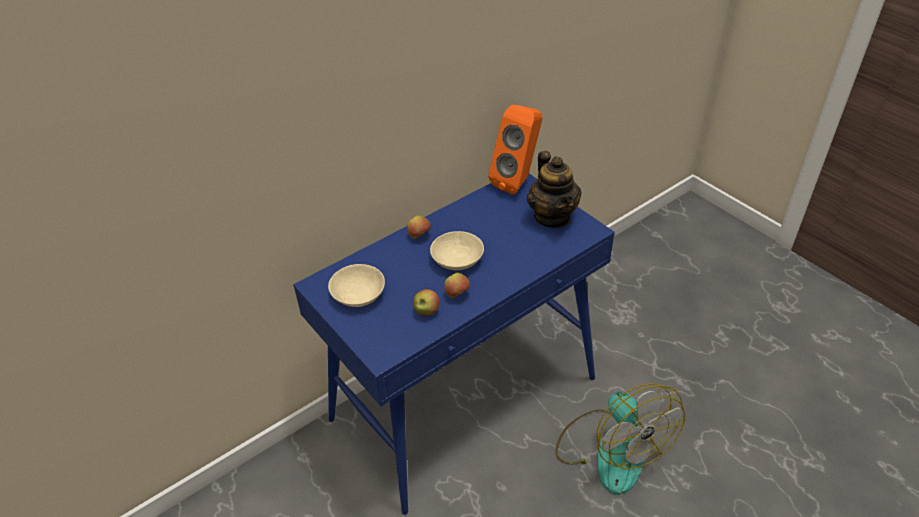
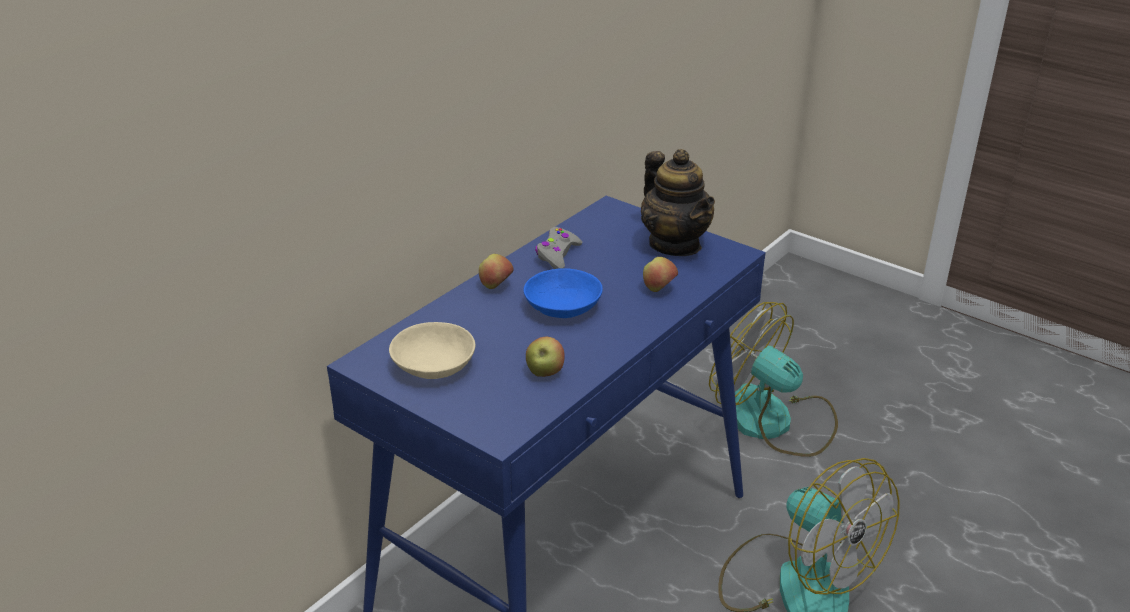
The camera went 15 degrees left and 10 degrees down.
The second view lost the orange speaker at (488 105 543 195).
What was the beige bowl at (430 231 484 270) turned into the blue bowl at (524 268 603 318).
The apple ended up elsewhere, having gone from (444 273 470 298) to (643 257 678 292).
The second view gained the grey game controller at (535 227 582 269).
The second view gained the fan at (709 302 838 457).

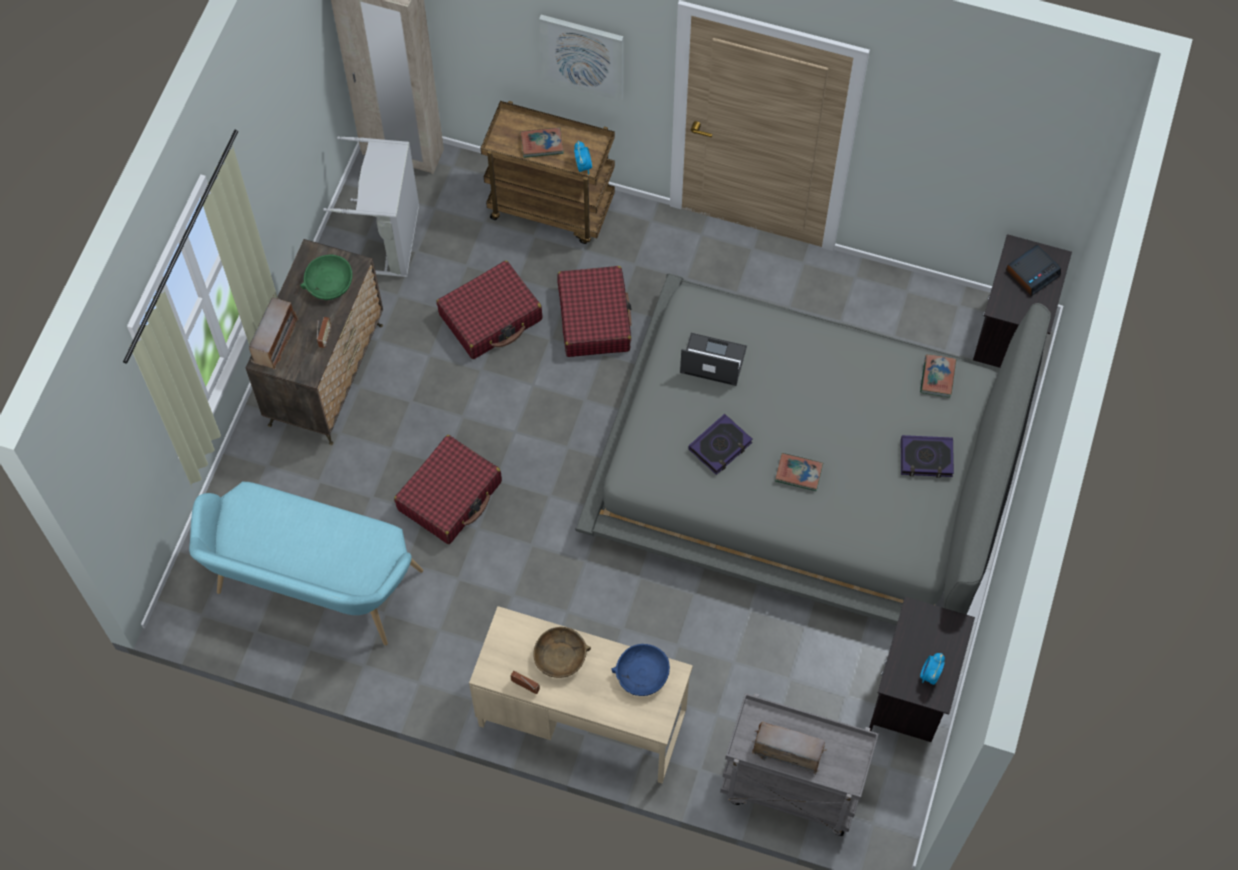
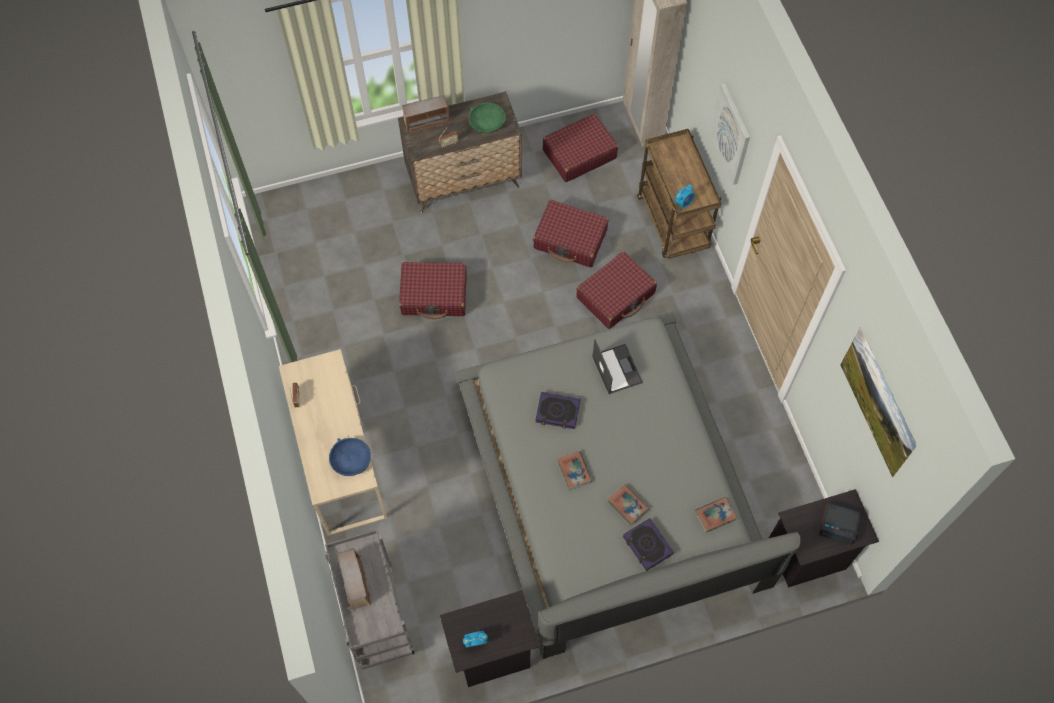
The camera went 55 degrees right and 0 degrees up.
The book ended up elsewhere, having gone from (520 127 564 158) to (608 484 649 526).
Where the grey laundry basket stood at (323 136 419 277), the red suitcase came to stand at (543 114 618 182).
The second view lost the turquoise bench at (189 481 423 645).
The second view lost the brown bowl at (533 627 591 678).
The second view gained the picture at (840 327 917 478).

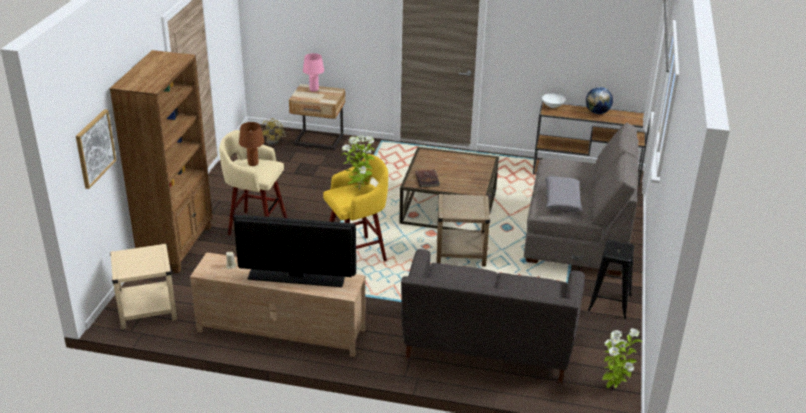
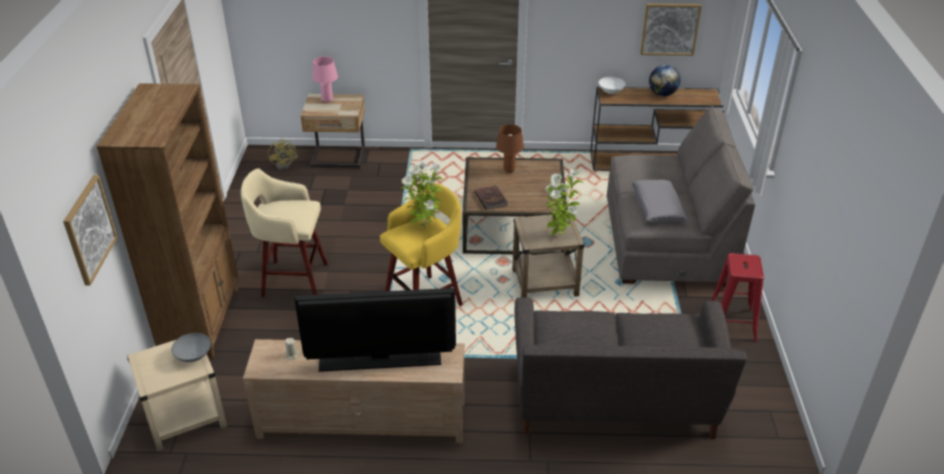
The camera went 10 degrees left and 5 degrees up.
The brown table lamp ended up elsewhere, having gone from (239 122 264 166) to (496 124 524 173).
What was the black stool at (588 240 634 319) turned into the red stool at (711 253 764 342).
The potted plant ended up elsewhere, having gone from (602 328 643 389) to (545 169 583 236).
The second view gained the picture at (640 4 702 56).
The second view gained the grey bowl at (171 333 211 362).

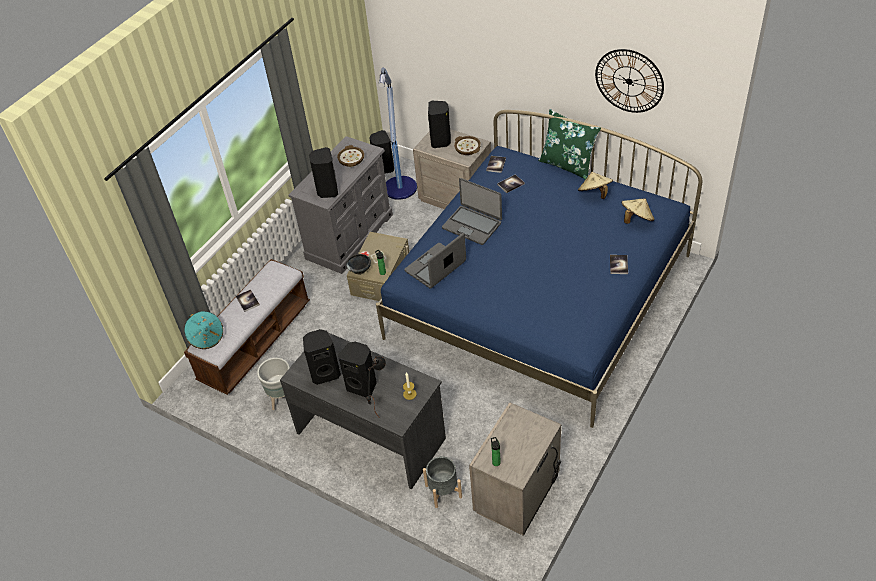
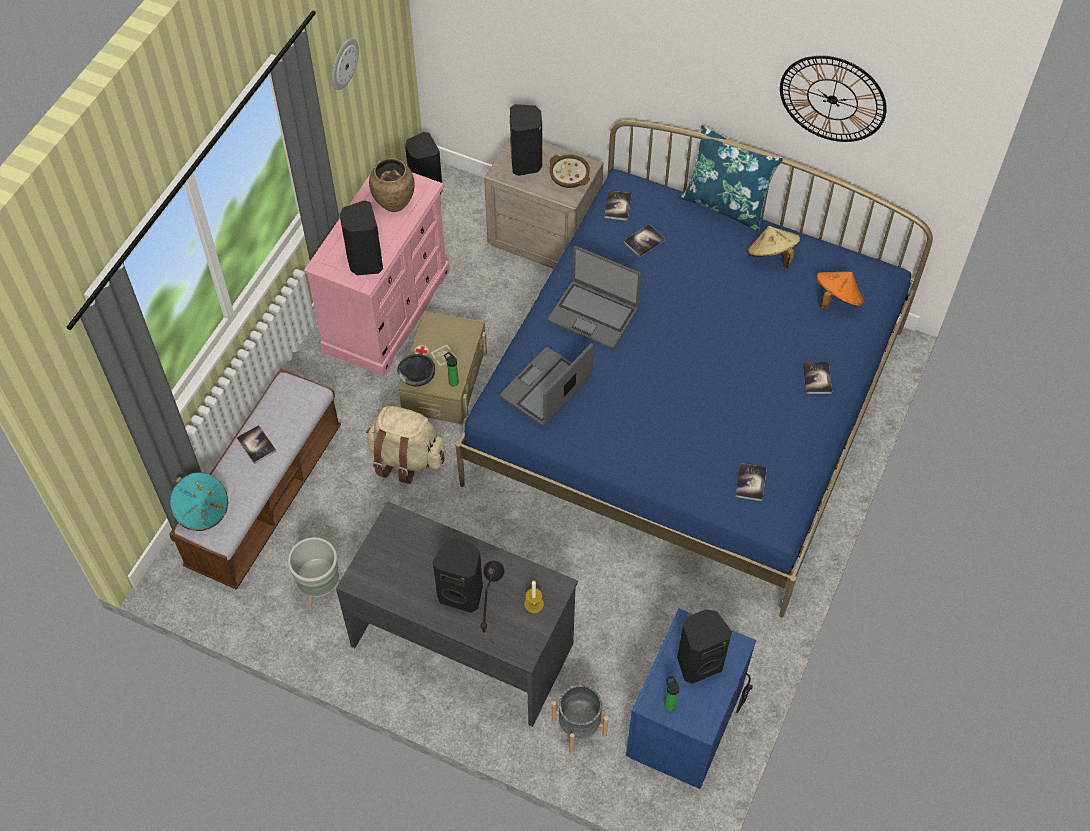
The camera went 10 degrees left and 10 degrees up.
The second view lost the floor lamp at (379 68 417 200).
What was the green pillow at (538 109 601 180) turned into the blue pillow at (681 124 783 233).
What was the grey dresser at (288 136 393 274) turned into the pink dresser at (304 161 450 376).
Where the bowl stood at (337 145 364 167), the brown vase came to stand at (369 158 415 212).
What was the beige hat at (621 199 655 224) turned into the orange hat at (816 272 864 309).
The black speaker ended up elsewhere, having gone from (303 329 341 385) to (677 609 732 684).
What was the beige nightstand at (469 402 561 536) turned into the blue nightstand at (626 608 756 789).
The second view gained the wall clock at (332 38 359 90).
The second view gained the beige backpack at (366 406 446 484).
The second view gained the book at (736 463 767 501).

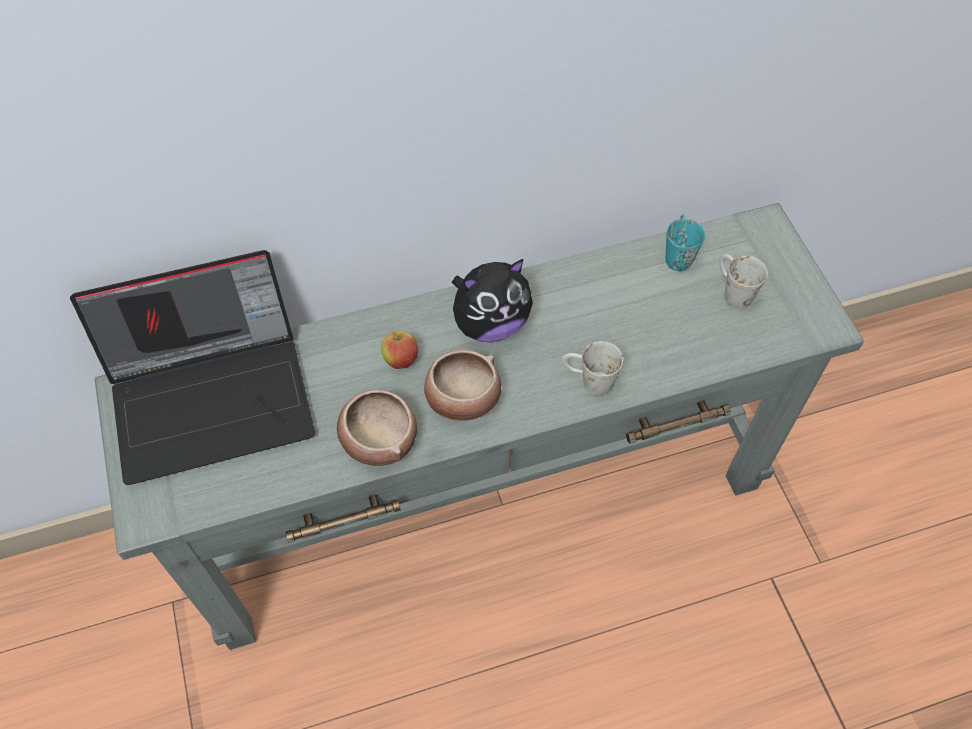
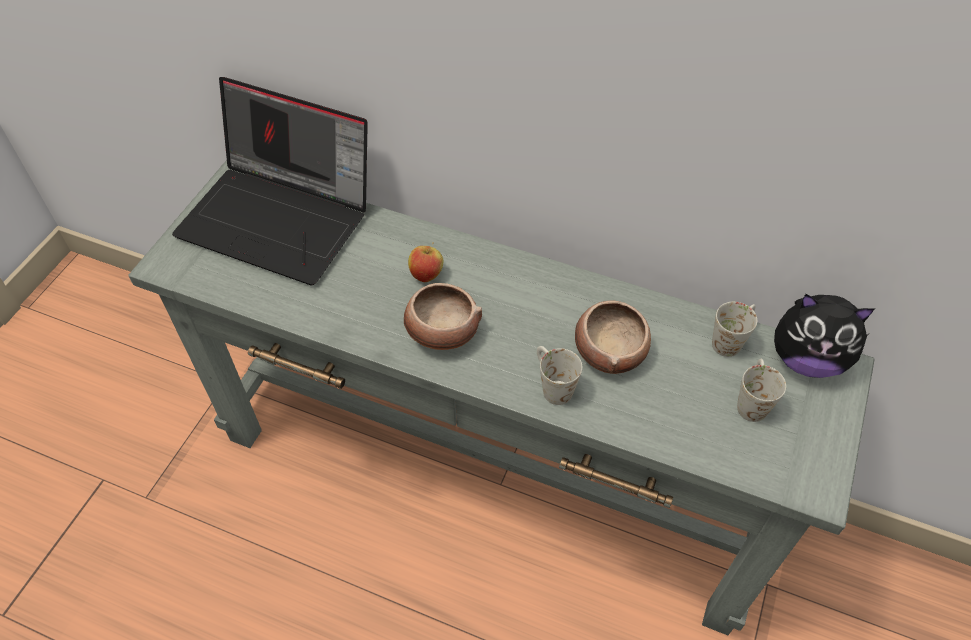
The camera went 40 degrees right and 5 degrees down.
What was the turquoise mug at (666 215 705 271) turned into the white mug at (712 302 757 357).
The plush toy ended up elsewhere, having gone from (452 259 533 342) to (774 294 874 378).
The bowl ended up elsewhere, having gone from (337 389 417 466) to (575 300 651 374).

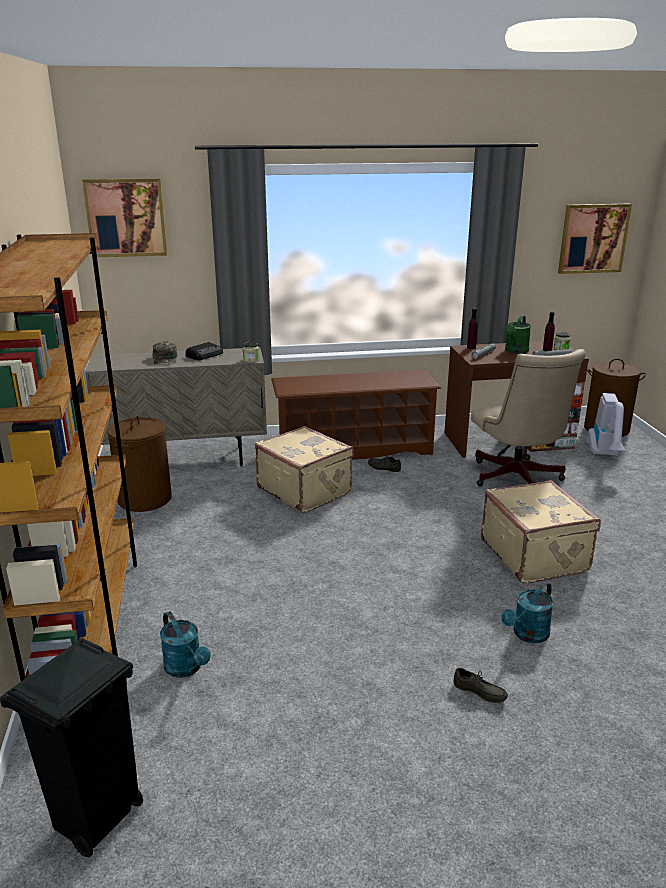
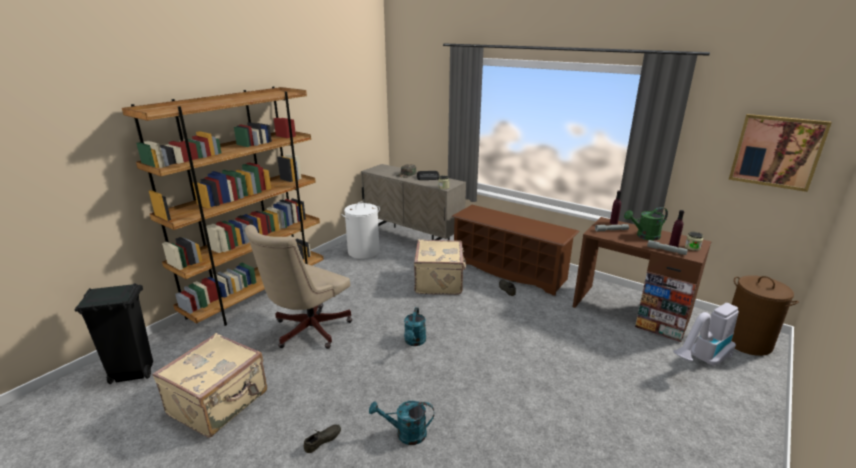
The camera went 45 degrees right and 0 degrees up.
The second view lost the picture at (82 178 167 257).
The beige office chair ended up elsewhere, having gone from (471 349 586 486) to (245 225 352 349).
What was the brown laundry basket at (107 416 172 512) turned into the white laundry basket at (342 202 380 259).
The beige suitcase ended up elsewhere, having gone from (481 480 601 584) to (152 333 267 438).
The turquoise watering can ended up elsewhere, having gone from (160 611 211 678) to (404 307 426 346).
The grey shoe at (454 668 508 703) ended up facing another way, 120 degrees counterclockwise from before.

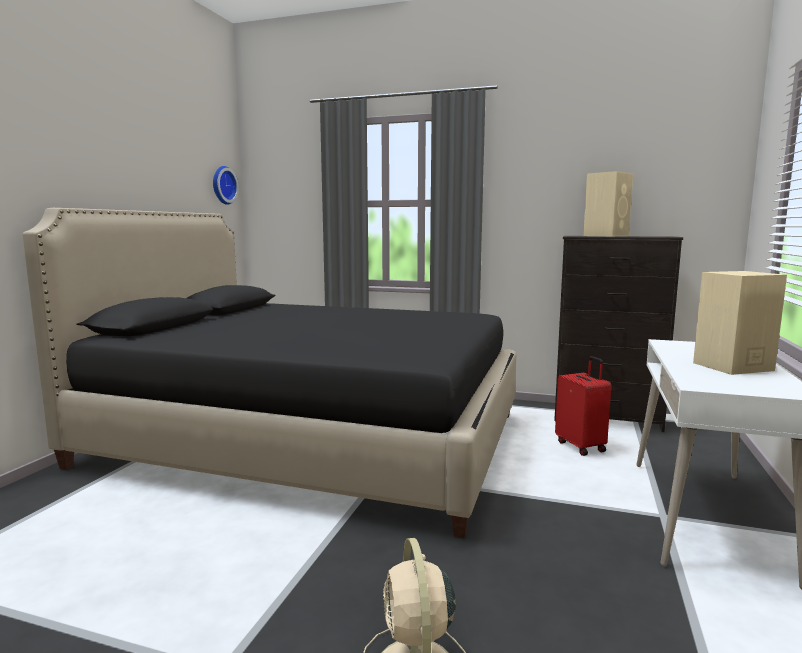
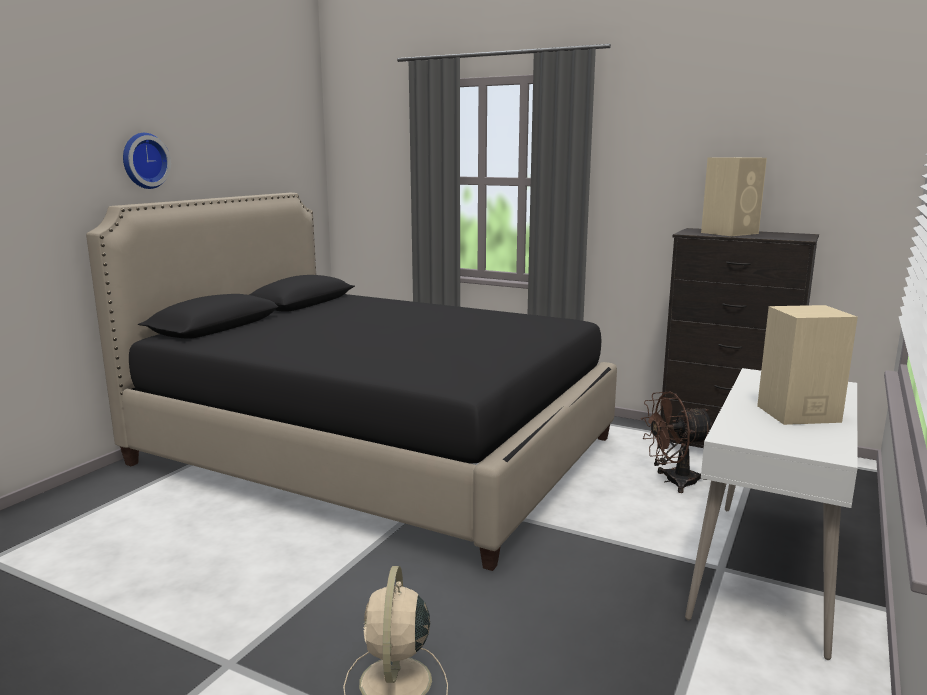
The camera went 10 degrees right and 5 degrees up.
The wall clock ended up elsewhere, having gone from (213 166 239 205) to (123 133 171 189).
Where the red suitcase stood at (555 356 611 456), the brown fan came to stand at (641 391 712 493).

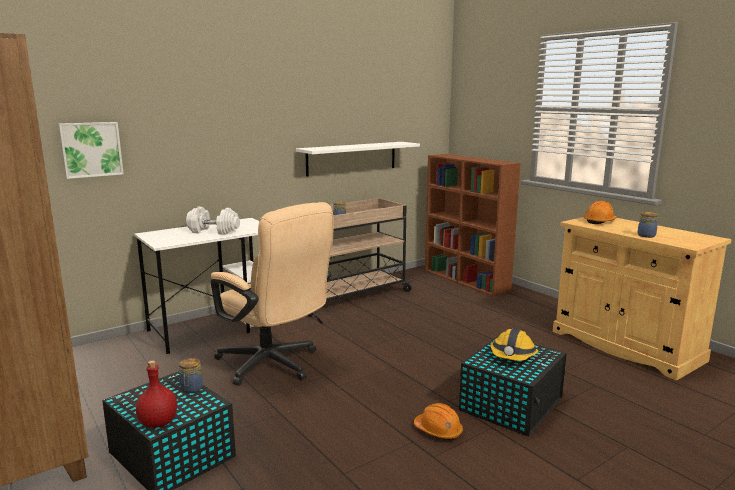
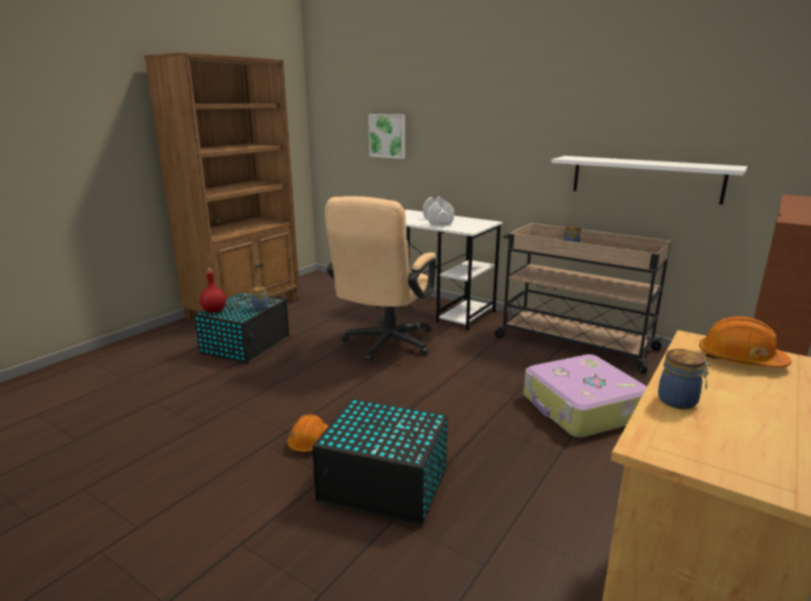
The camera went 70 degrees right and 5 degrees up.
The second view lost the hard hat at (490 328 538 361).
The second view gained the suitcase at (524 354 647 438).

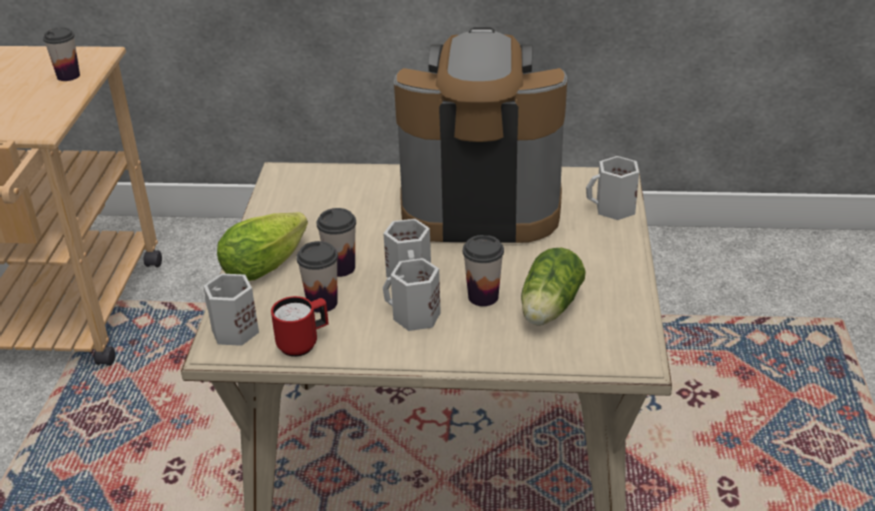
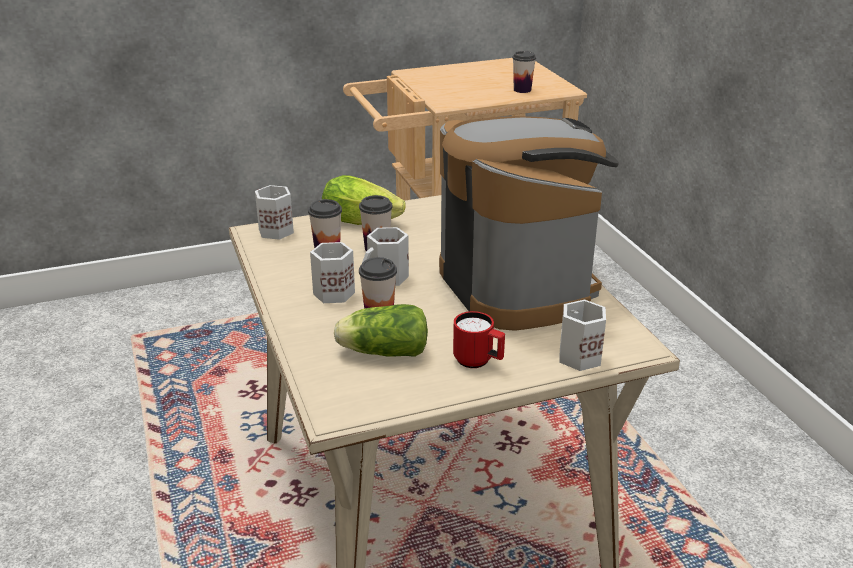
The camera went 65 degrees right and 5 degrees down.
The red mug ended up elsewhere, having gone from (271 296 329 357) to (453 311 505 368).

